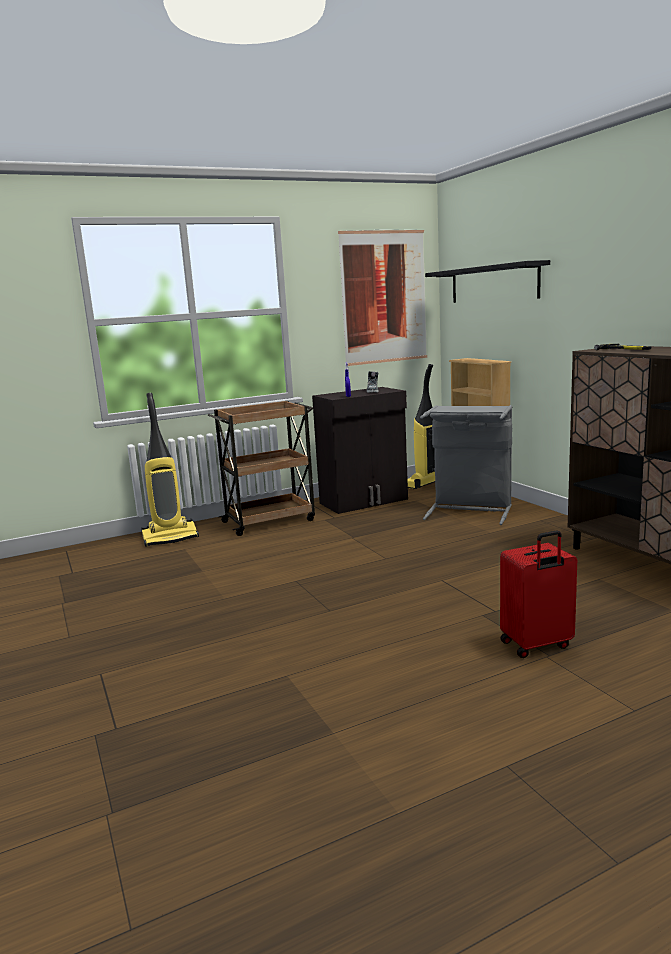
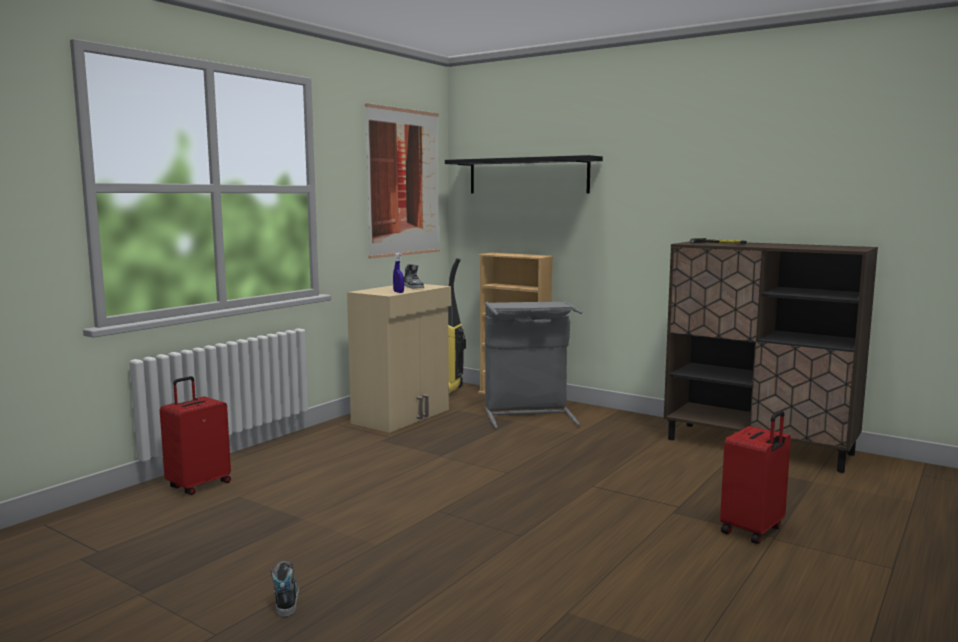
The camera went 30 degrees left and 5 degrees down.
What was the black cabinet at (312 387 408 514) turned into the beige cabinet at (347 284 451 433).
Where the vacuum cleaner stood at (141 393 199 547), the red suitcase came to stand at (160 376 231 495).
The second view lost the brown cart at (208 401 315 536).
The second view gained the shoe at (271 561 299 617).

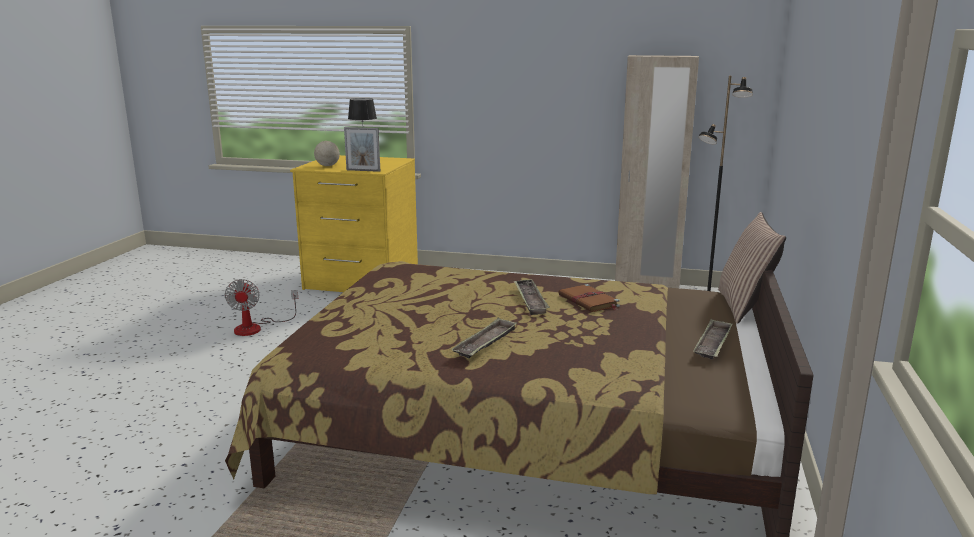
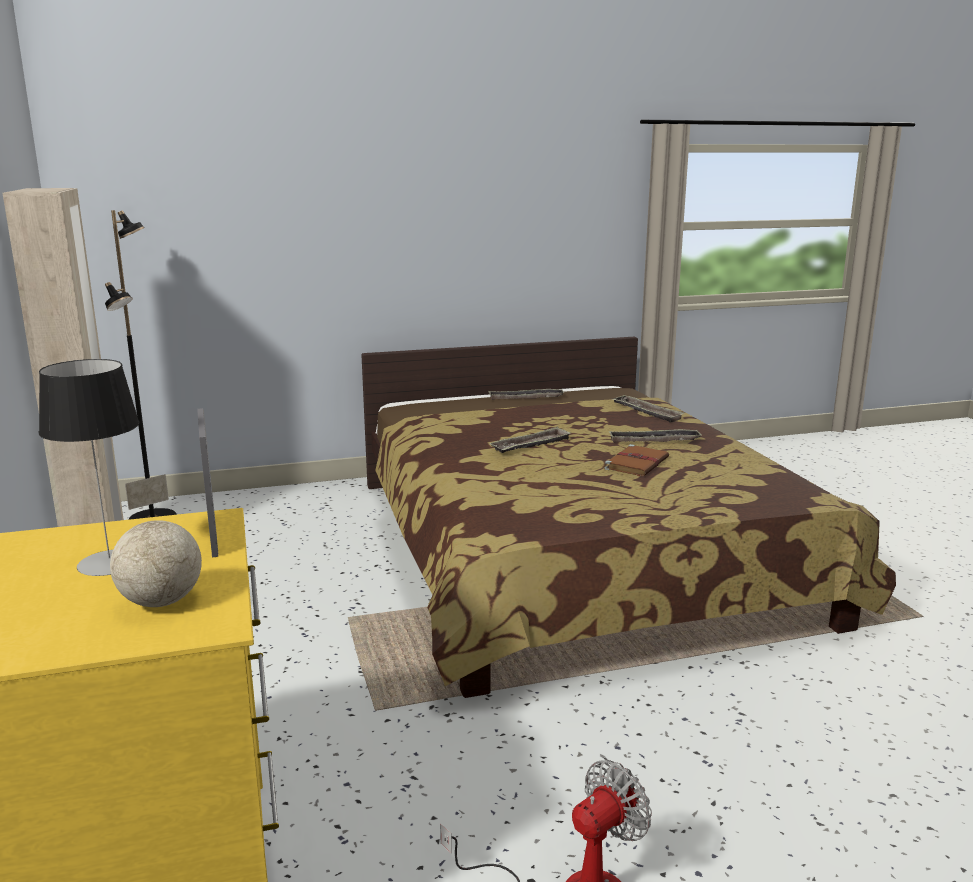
The camera went 120 degrees left and 0 degrees up.
The second view lost the pillow at (718 212 786 324).
The brown book ended up elsewhere, having gone from (558 284 620 312) to (604 444 669 476).
The second view gained the tray at (612 395 685 423).

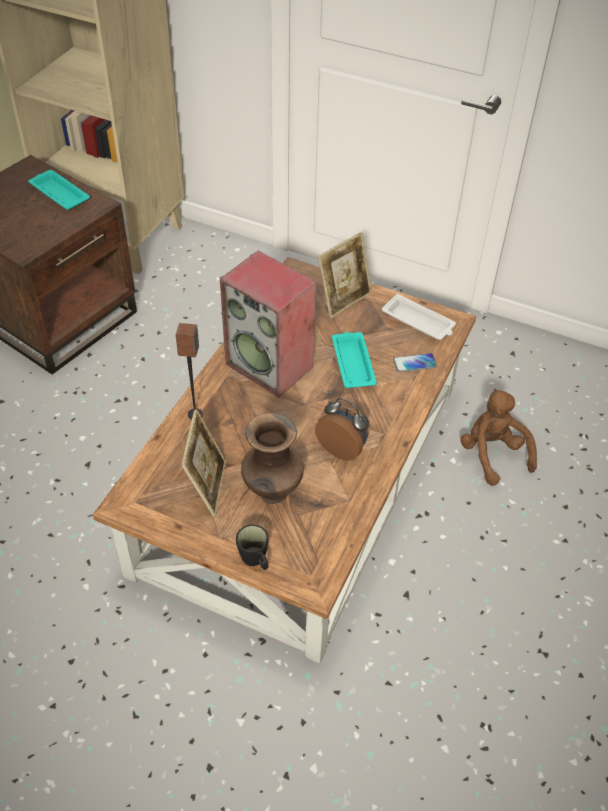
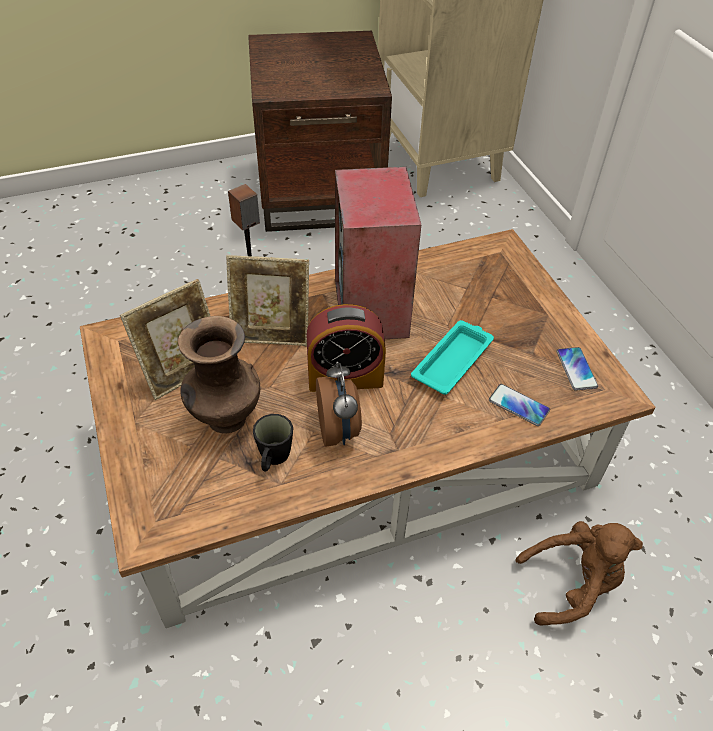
The camera went 45 degrees right and 0 degrees up.
The second view lost the turquoise tray at (28 170 90 209).
The picture frame ended up elsewhere, having gone from (318 232 372 318) to (226 255 309 346).
Where the white tray stood at (382 294 456 340), the phone came to stand at (557 347 598 391).
The brown plush toy at (460 389 537 486) ended up facing another way, 60 degrees clockwise from before.
The black mug ended up elsewhere, having gone from (236 525 269 570) to (253 414 293 471).
The second view gained the alarm clock at (306 304 386 392).

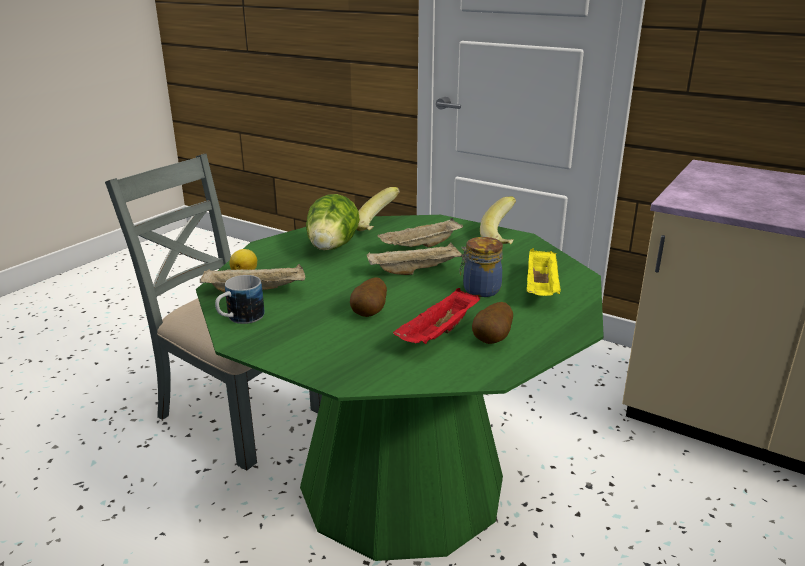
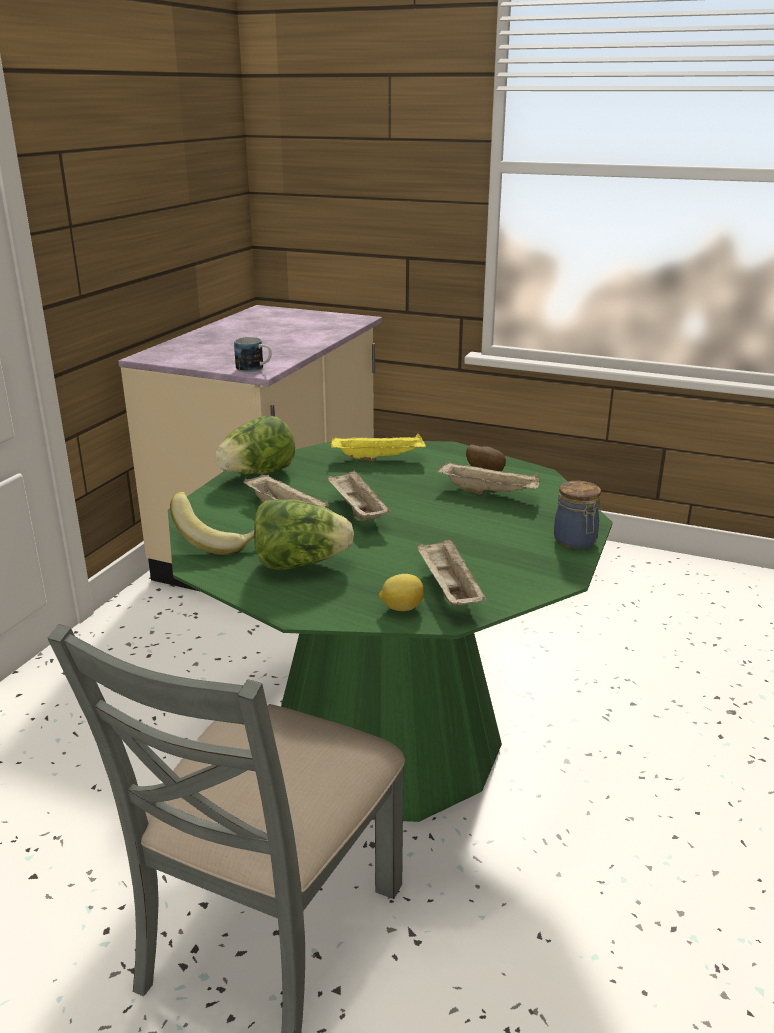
The camera went 100 degrees left and 0 degrees up.
Where the banana stood at (480 197 516 244), the lettuce came to stand at (215 416 295 474).
The jar ended up elsewhere, having gone from (459 237 503 297) to (554 481 601 549).
The mug ended up elsewhere, having gone from (215 275 265 324) to (234 337 272 372).
The second view lost the potato at (350 277 387 317).
What was the red tray at (393 288 480 344) turned into the beige tray at (437 461 540 495).

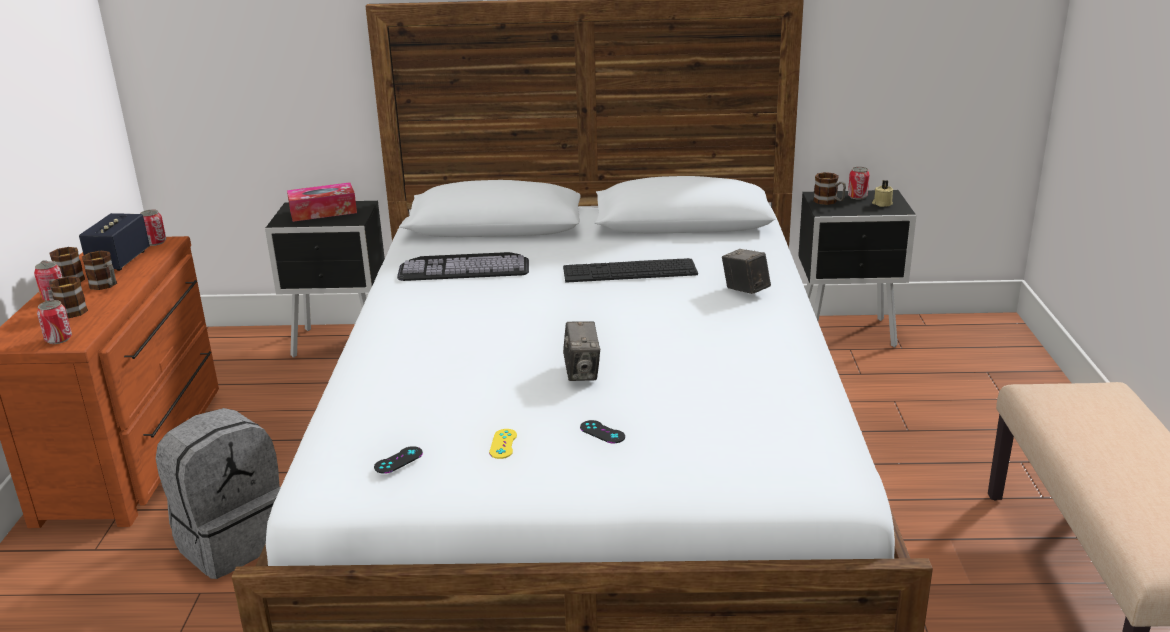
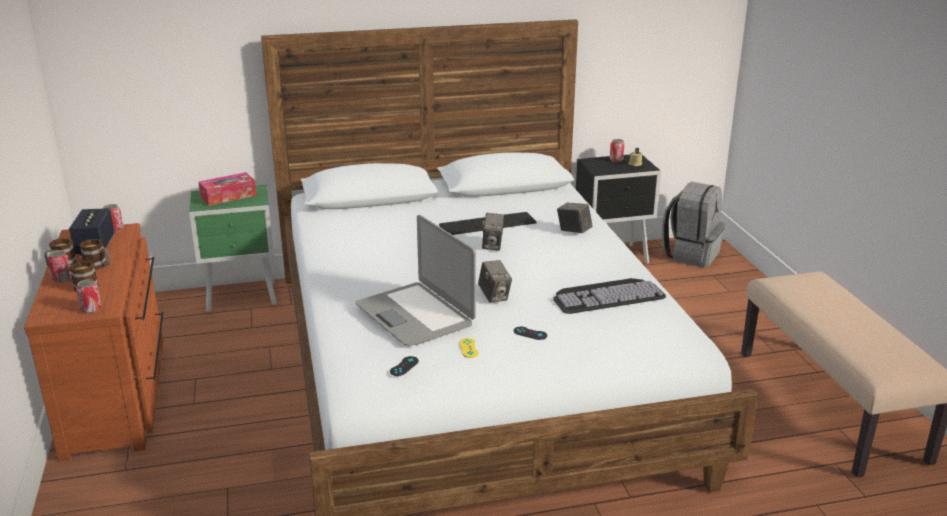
The camera went 15 degrees left and 0 degrees up.
The second view lost the mug at (813 172 846 205).
What was the black nightstand at (265 201 385 358) turned into the green nightstand at (189 185 277 312).
The keyboard ended up elsewhere, having gone from (397 252 529 281) to (553 278 666 314).
The grey backpack ended up elsewhere, having gone from (156 408 281 579) to (662 182 725 267).
The second view gained the photo camera at (482 213 504 251).
The second view gained the laptop at (355 215 476 346).

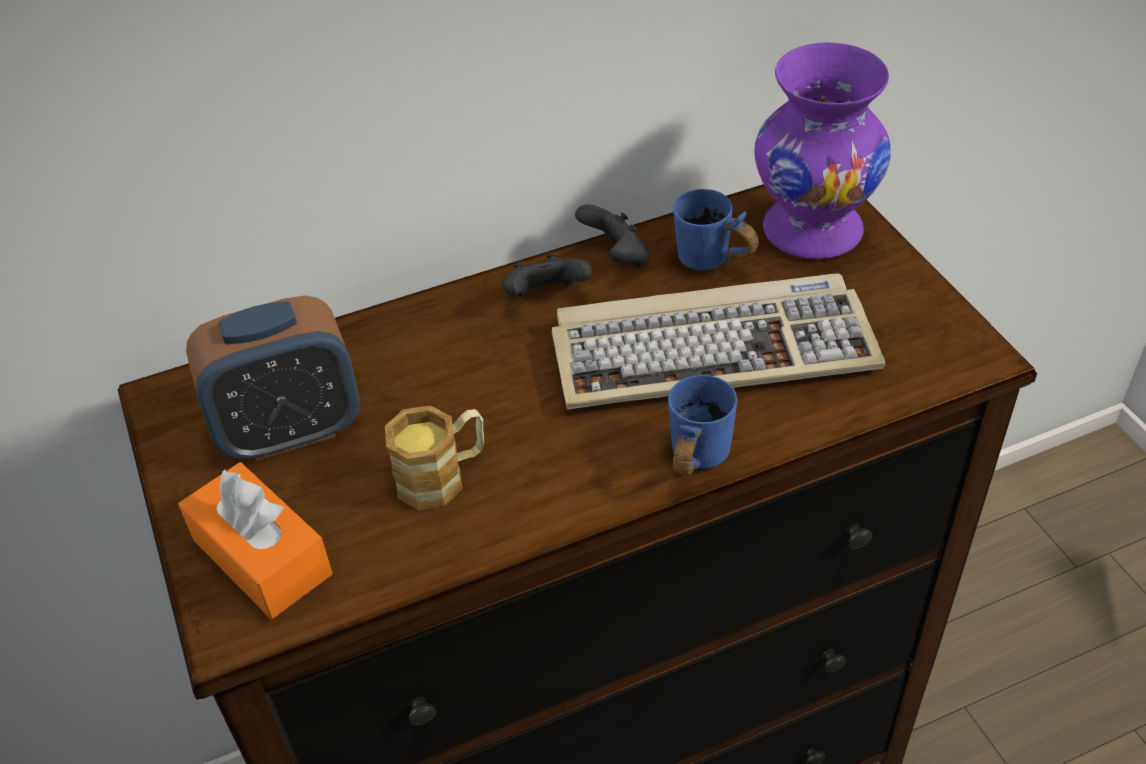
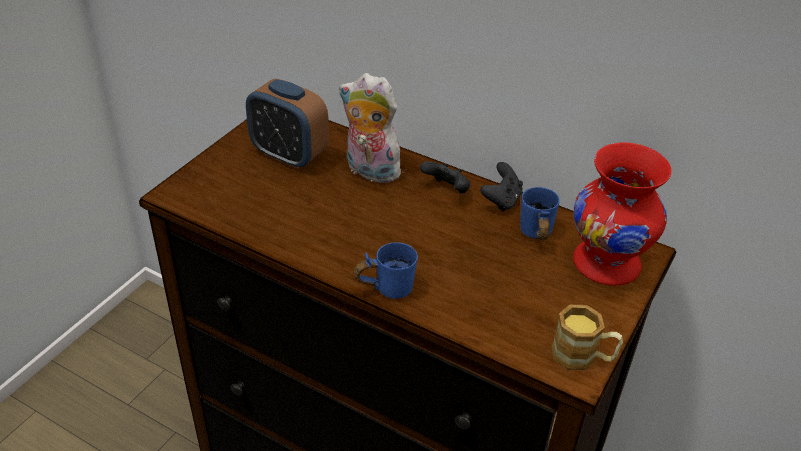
The camera went 50 degrees right and 5 degrees down.
What was the purple vase at (755 43 891 259) turned into the red vase at (573 142 671 286).
The second view lost the keyboard at (552 273 886 410).
The mug ended up elsewhere, having gone from (385 405 484 510) to (551 305 623 370).
The second view lost the orange tissue box at (178 462 332 619).
The second view gained the plush toy at (339 73 401 183).

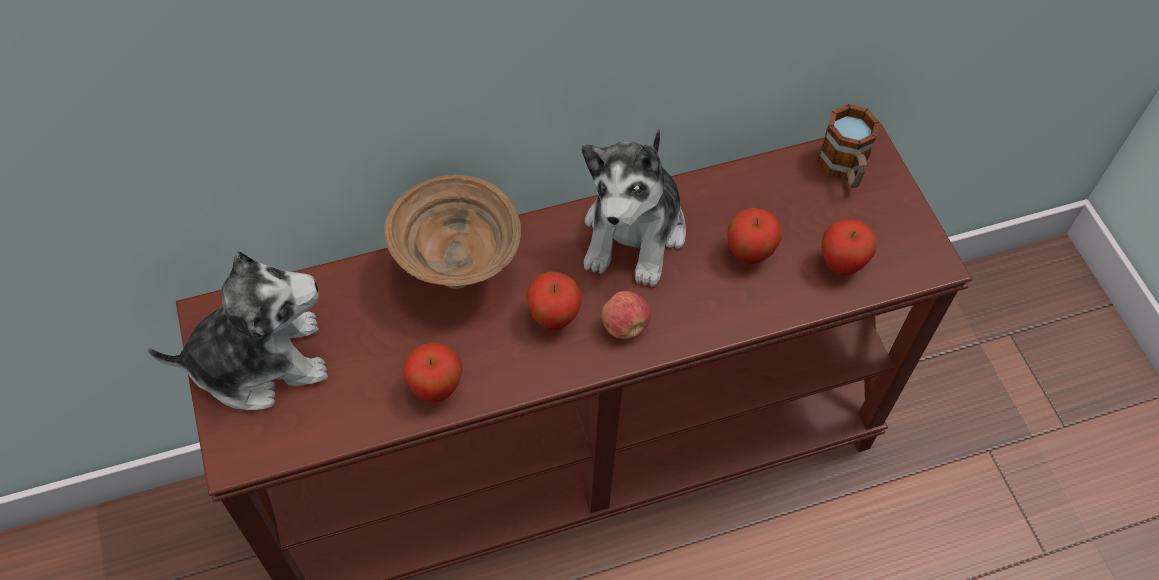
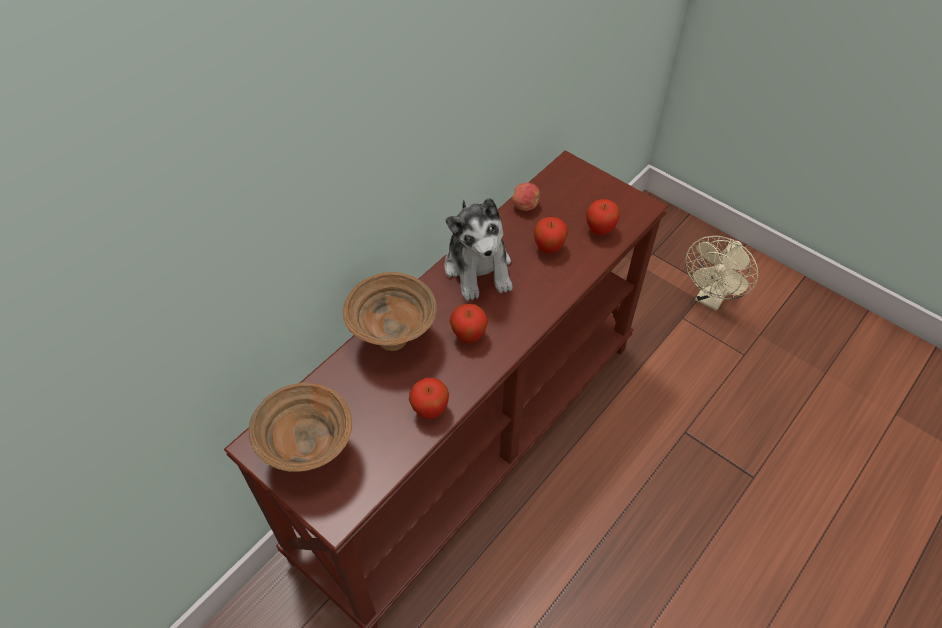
The camera went 30 degrees left and 5 degrees down.
The second view lost the mug at (818 104 880 188).
Where the plush toy stood at (148 251 328 410), the brown bowl came to stand at (249 383 352 472).
The apple ended up elsewhere, having gone from (602 291 651 339) to (512 183 540 211).
The second view gained the beige fan at (685 236 758 311).

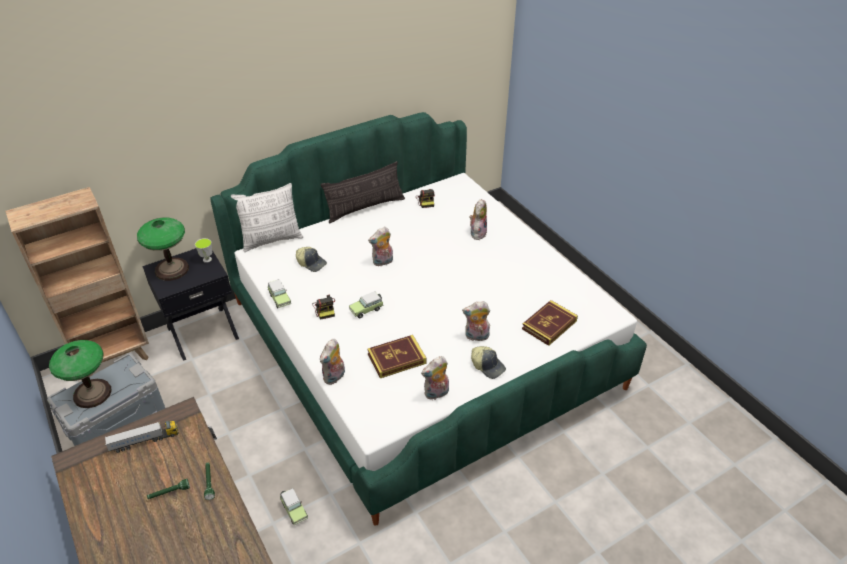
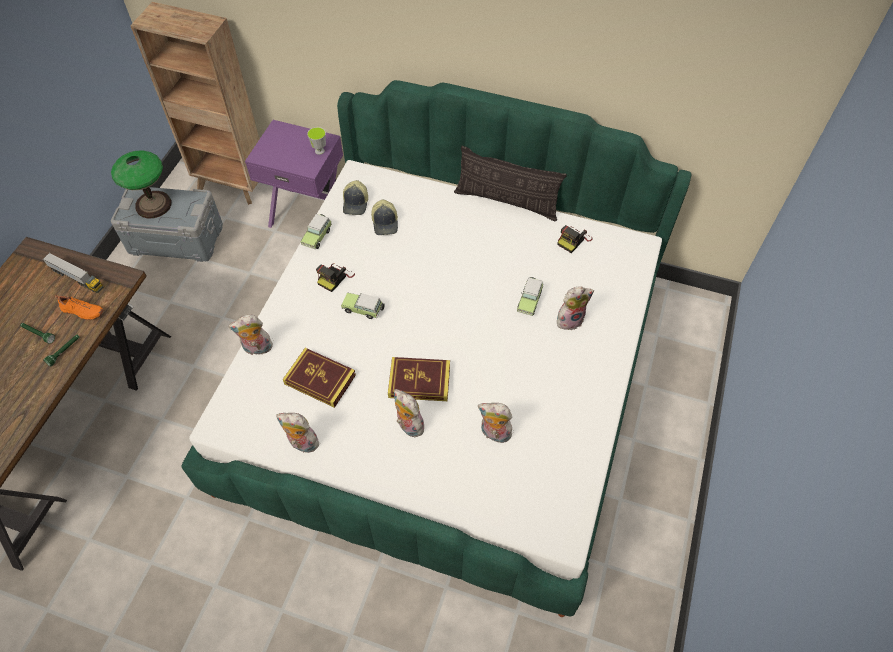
The camera went 50 degrees right and 15 degrees up.
The second view lost the pillow at (231 183 303 252).
The second view lost the table lamp at (137 218 189 281).
The plush toy ended up elsewhere, having gone from (368 227 393 266) to (478 403 512 445).
What was the black nightstand at (142 248 239 361) turned into the purple nightstand at (245 120 343 228).
The book ended up elsewhere, having gone from (522 300 578 346) to (388 357 450 401).
The cap ended up elsewhere, having gone from (471 346 506 379) to (343 180 368 215).
The toy car ended up elsewhere, having gone from (280 488 308 526) to (517 277 543 316).
The second view gained the orange shoe at (55 295 103 320).

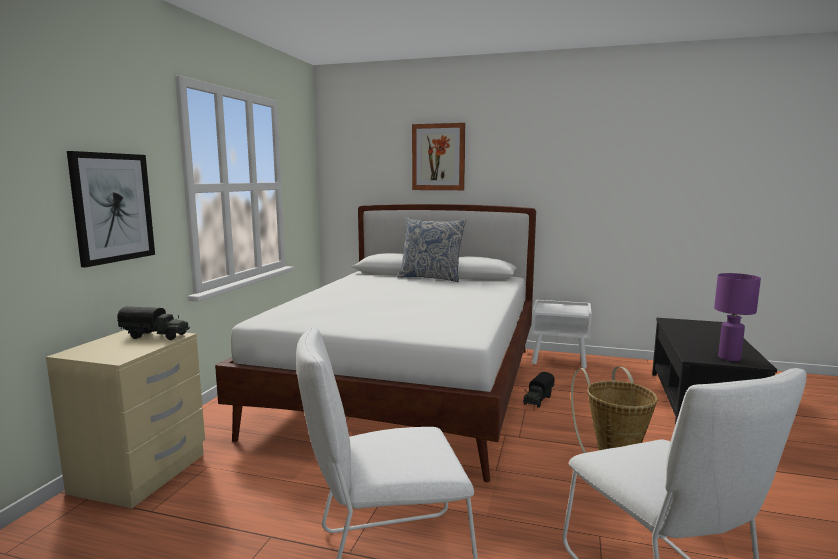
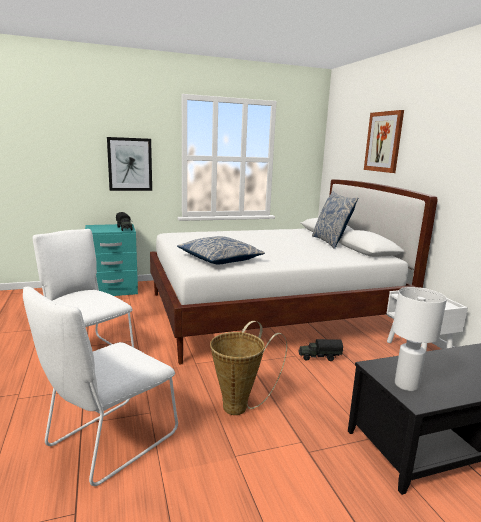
The camera went 55 degrees right and 5 degrees up.
What was the purple table lamp at (714 273 761 361) turned into the white table lamp at (393 287 447 391).
What was the beige nightstand at (46 330 205 508) turned into the turquoise nightstand at (85 224 138 296).
The second view gained the pillow at (177 236 265 264).

